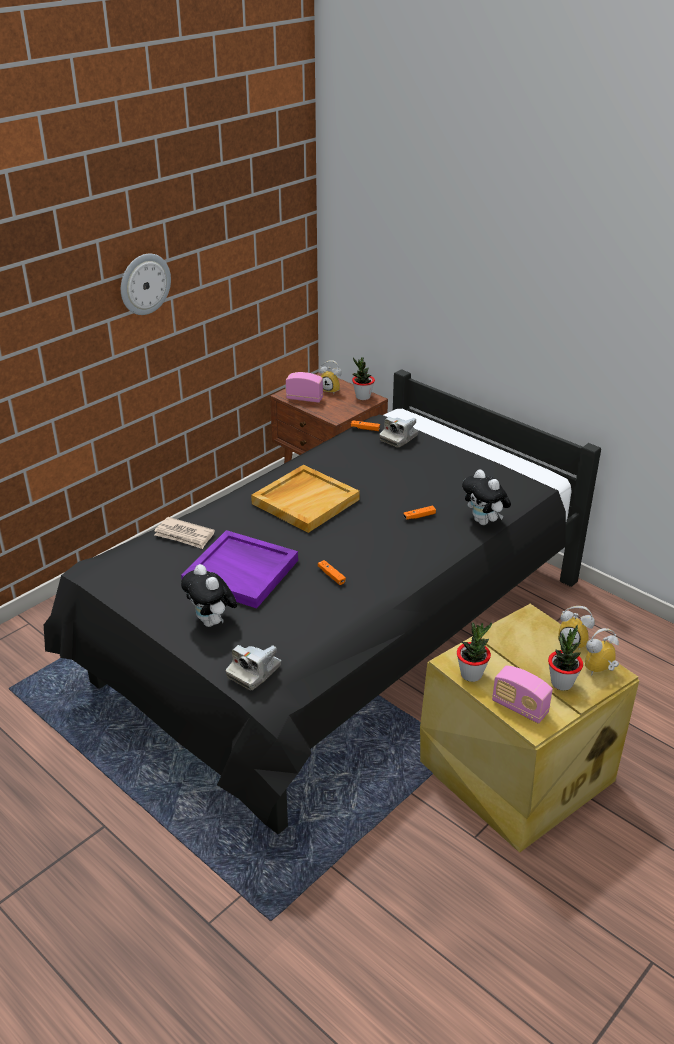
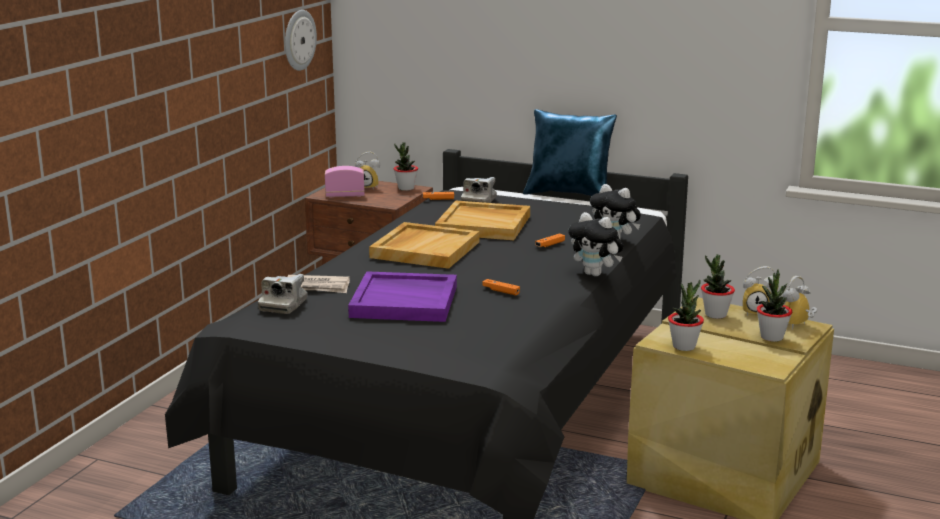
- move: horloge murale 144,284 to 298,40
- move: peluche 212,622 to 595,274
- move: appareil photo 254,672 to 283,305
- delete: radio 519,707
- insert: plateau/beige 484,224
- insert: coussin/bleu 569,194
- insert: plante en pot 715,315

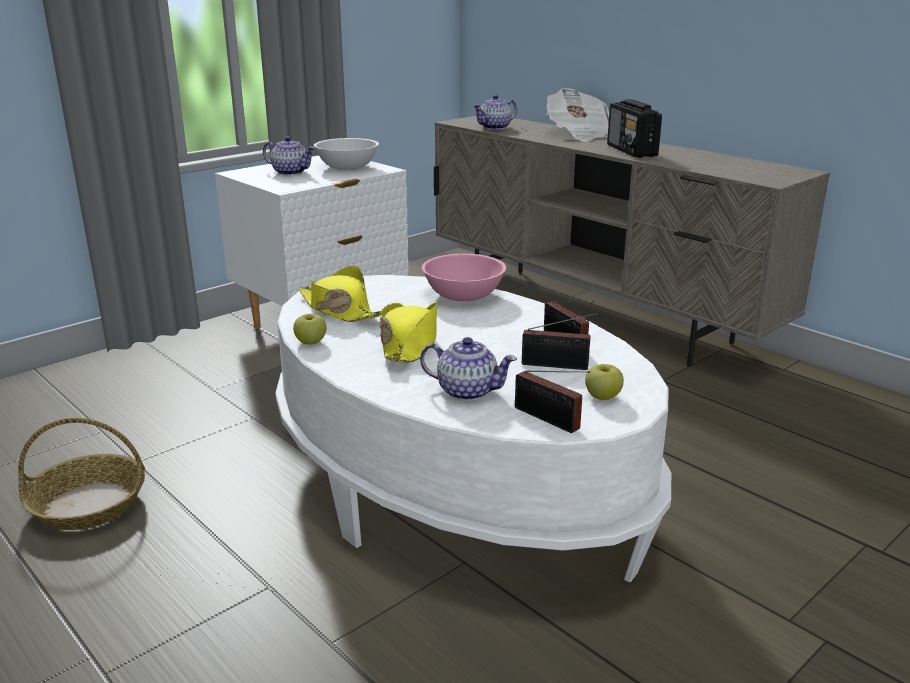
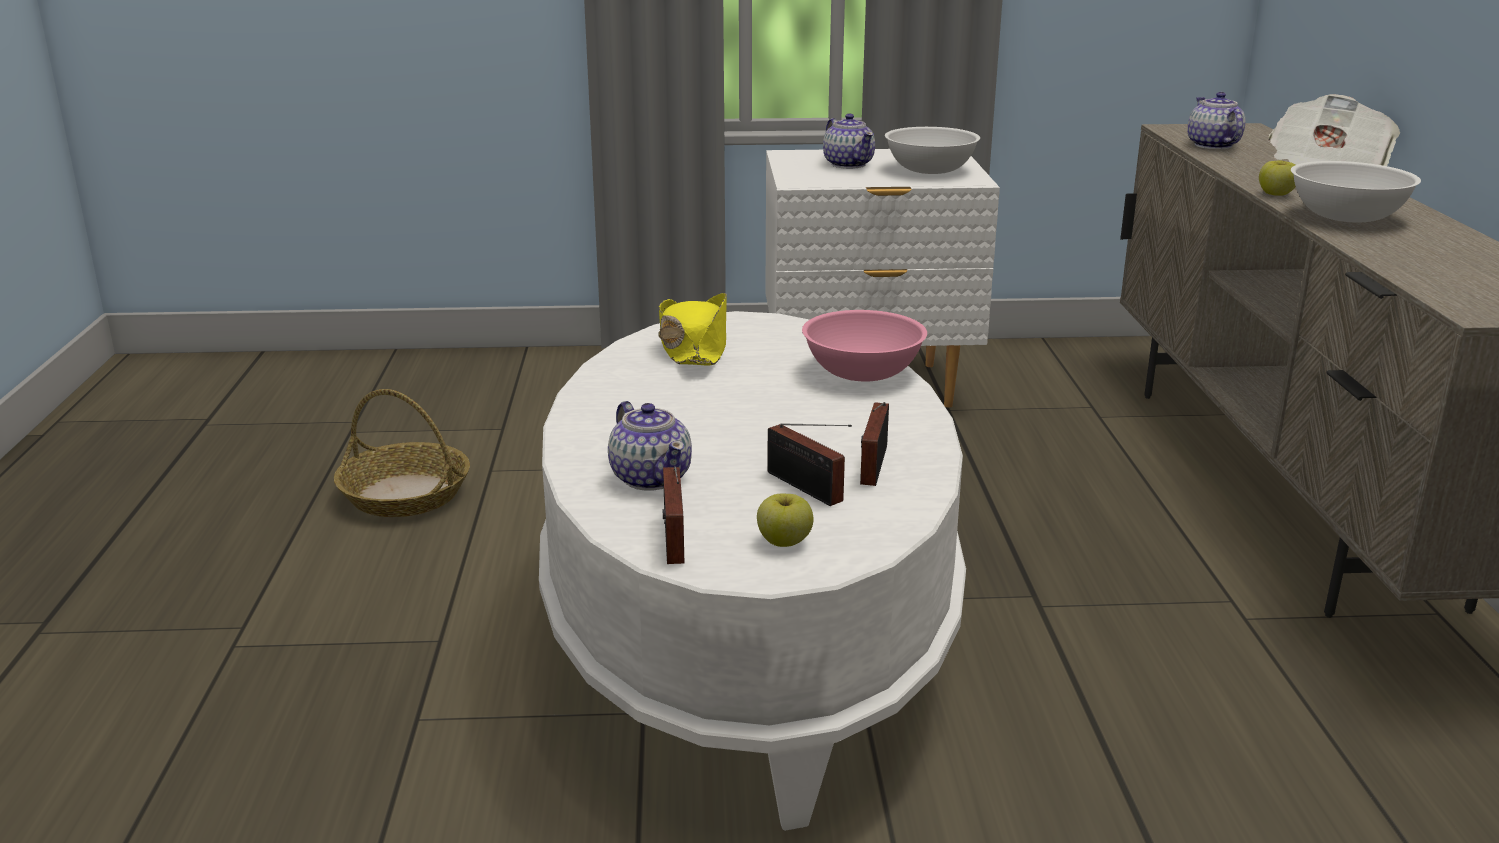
- move: pomme 311,342 to 1276,195
- delete: chapeau/jaune 410,344
- rotate: théière 495,127 = 1213,145 75 degrees clockwise
- replace: radio 631,151 to bol/blanc 1347,217

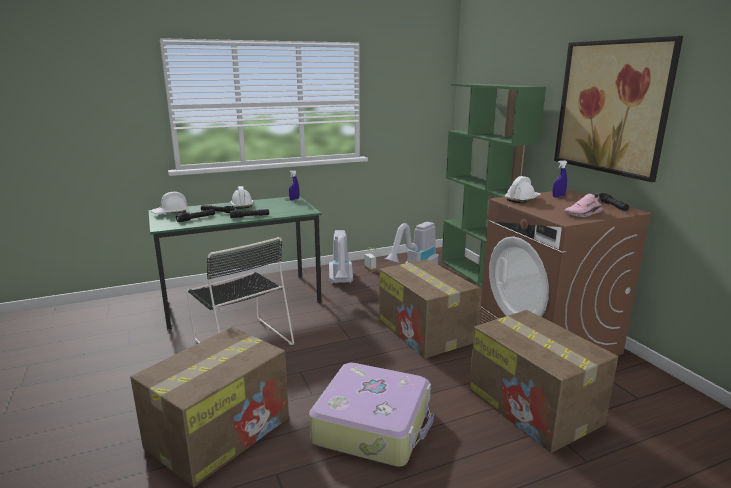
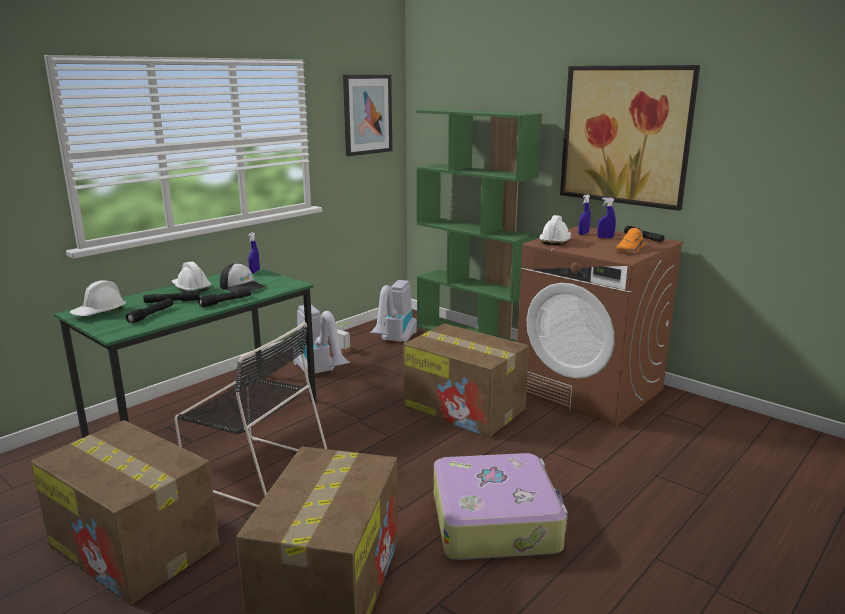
- move: carton 535,407 to 136,546
- recolor: chaussure/rose 584,214 to chaussure/orange 631,250
- insert: casquette 242,287
- insert: tableau 367,114
- insert: vaporisateur/bleu 605,238

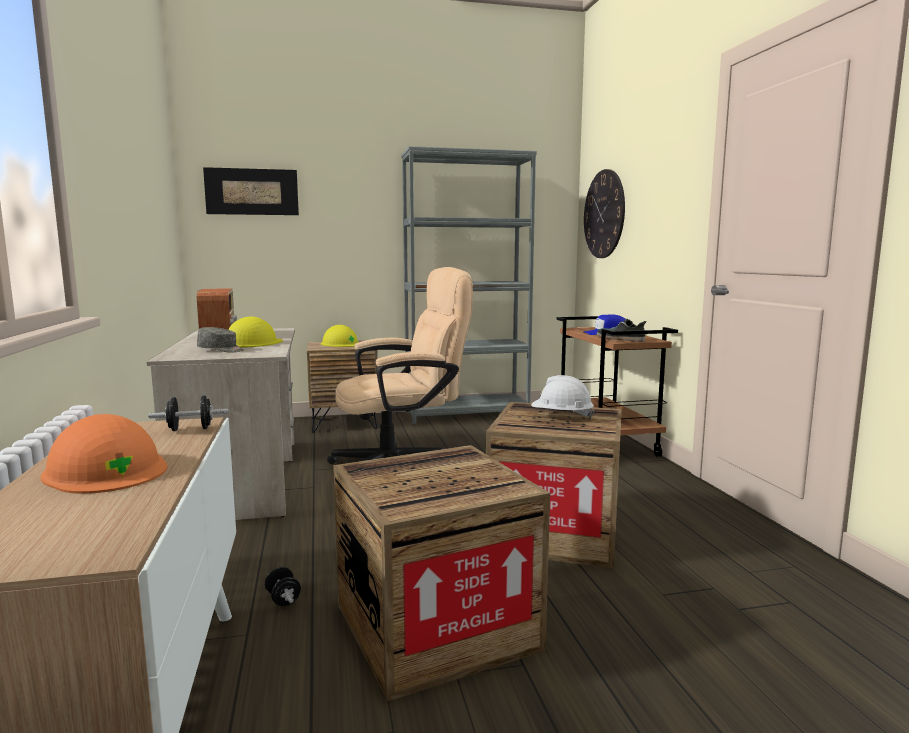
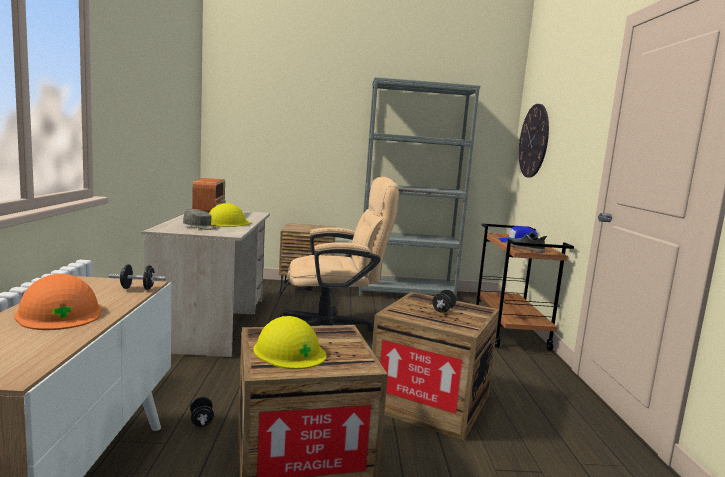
- delete: tableau 252,191
- move: casque de chantier/jaune 341,344 to 289,351
- replace: casque de chantier/blanc 561,417 to haltère/noir 443,310

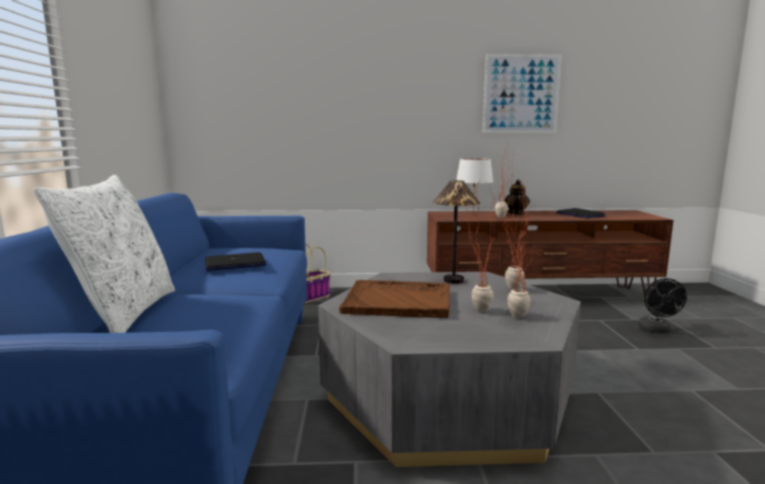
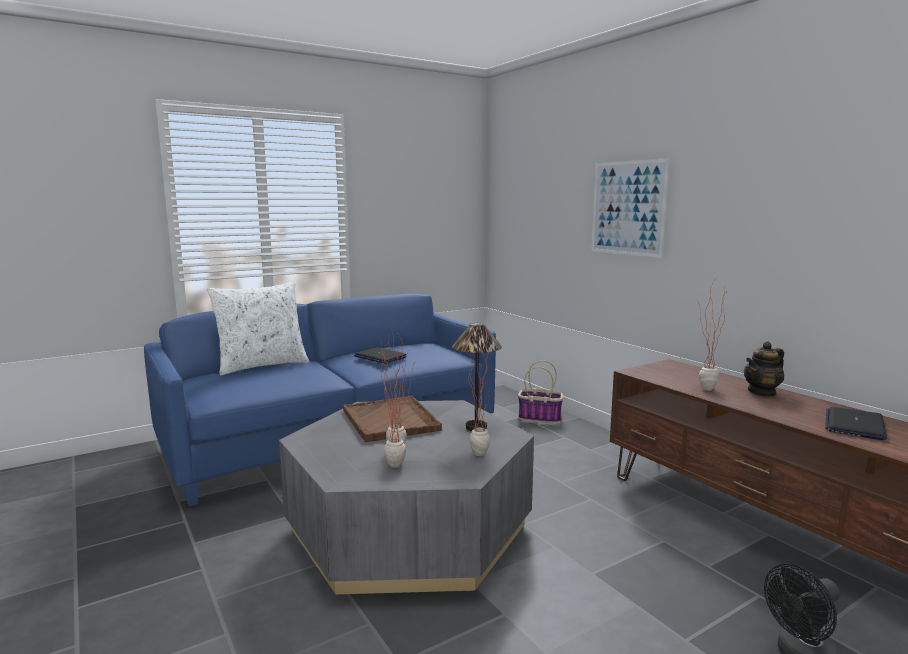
- delete: lampe de table/blanc 473,214
- move: tableau 521,94 to 628,208

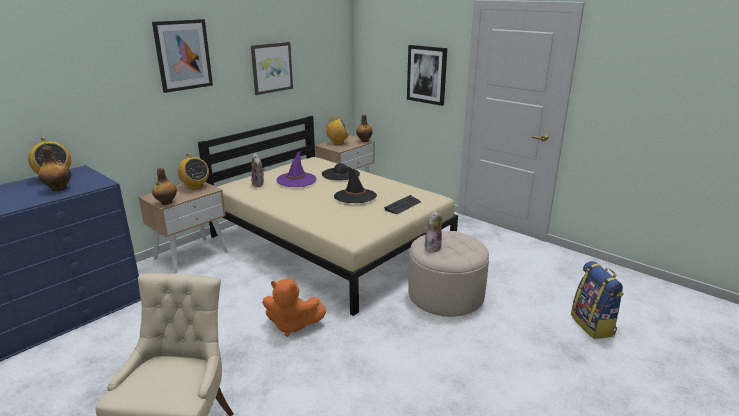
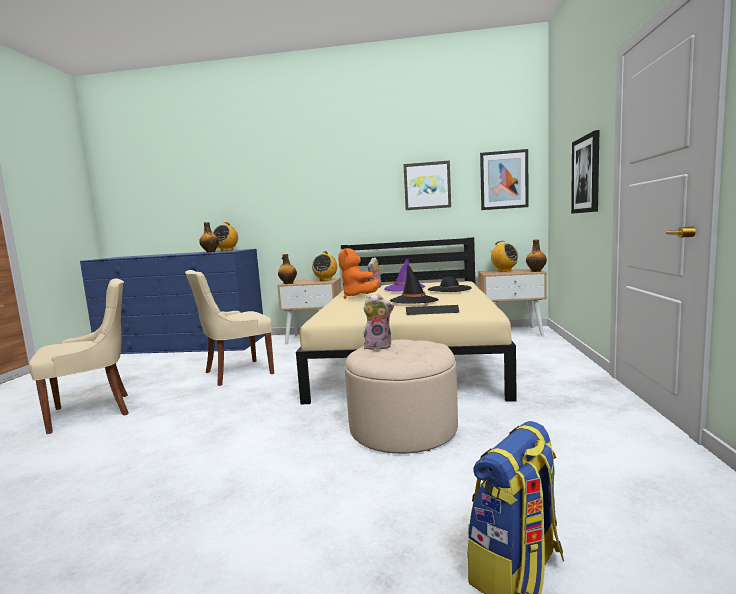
- move: tableau 183,55 to 504,180
- move: peluche/orange 292,325 to 358,296
- insert: chaise/beige 236,373

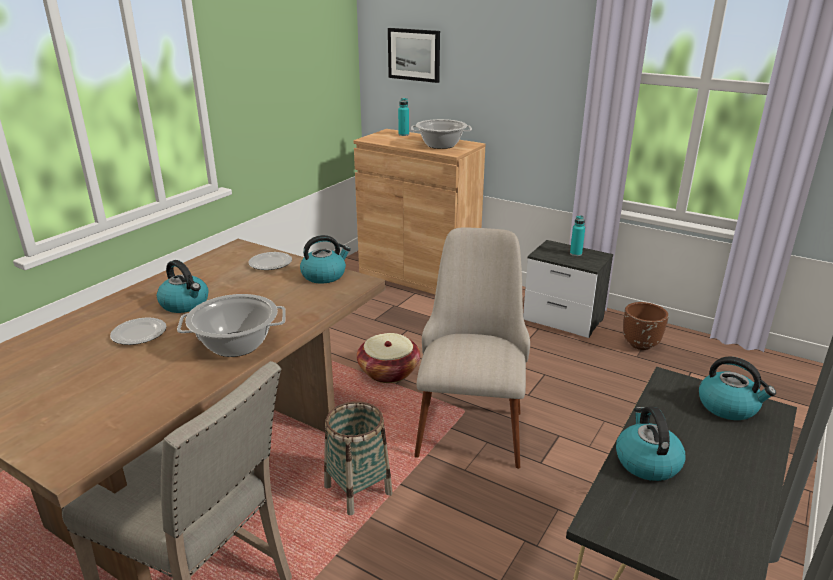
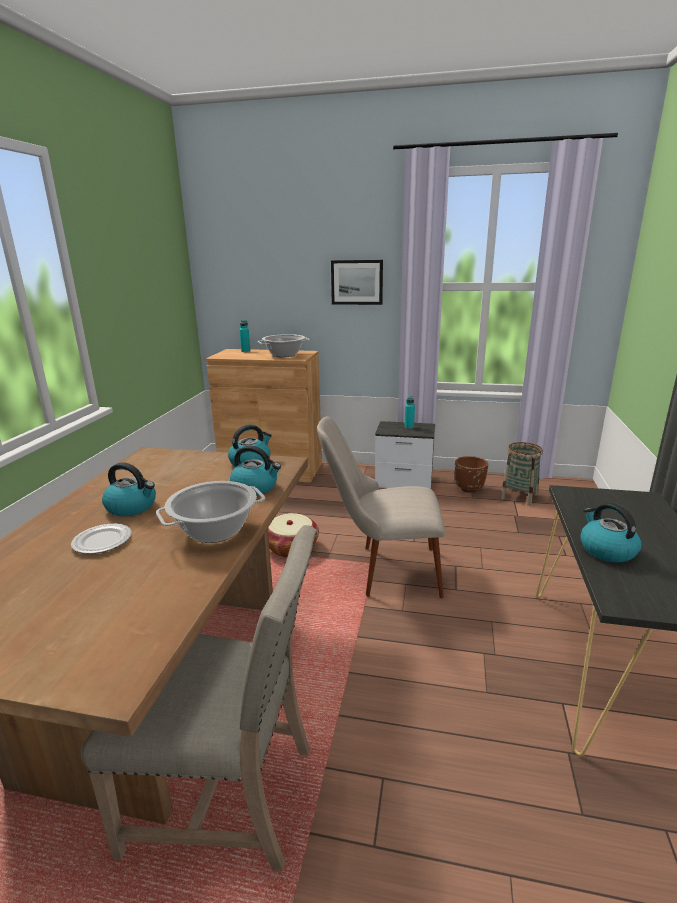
- delete: assiette 271,263
- move: panier 357,490 to 519,496
- move: tableau 414,54 to 357,282
- rotate: chaise/beige 471,420 = 382,570 75 degrees counterclockwise
- move: bouilloire 728,406 to 255,487

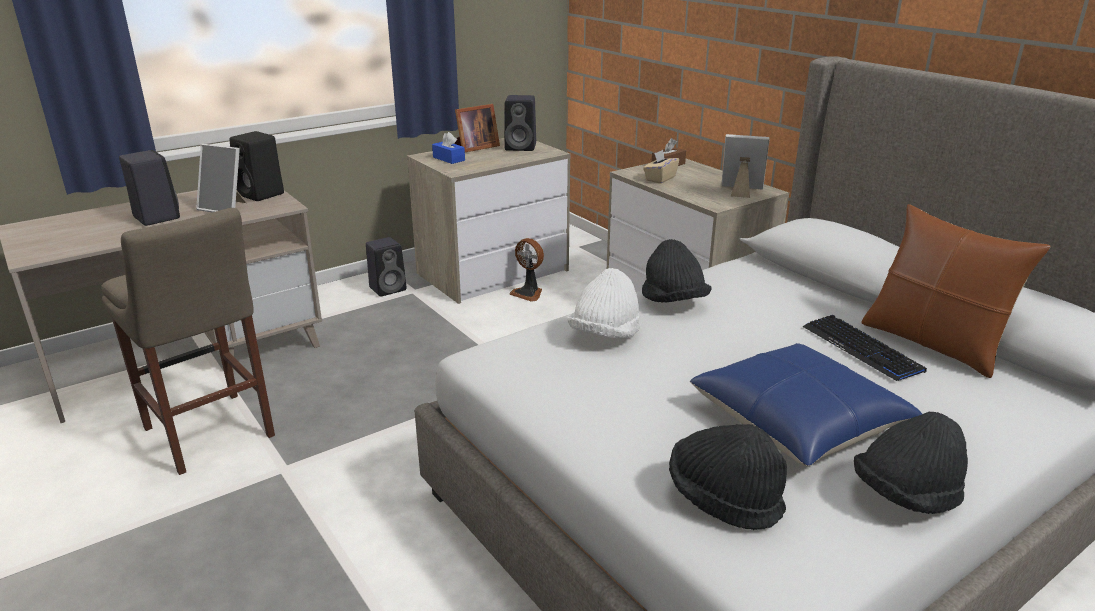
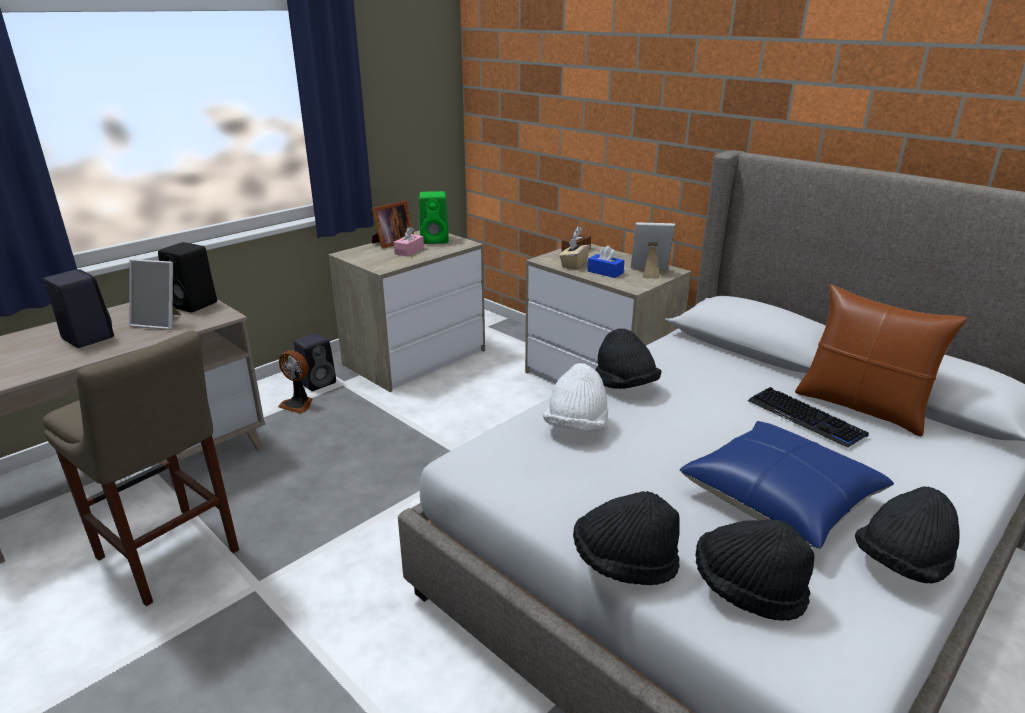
- move: boîte à mouchoirs/bleu 449,159 to 605,272
- recolor: enceinte/noir 521,147 to enceinte/vert 436,240
- move: ventilateur 528,293 to 298,404
- insert: boîte à mouchoirs/rose 409,251
- insert: chapeau/noir 624,563

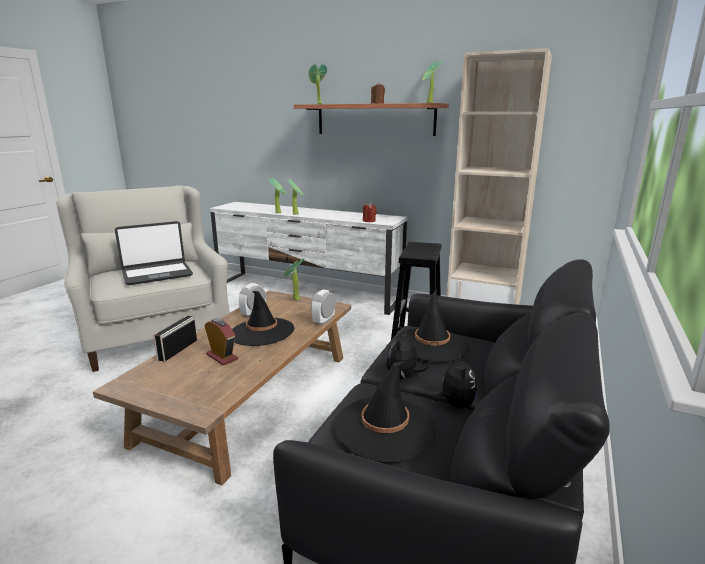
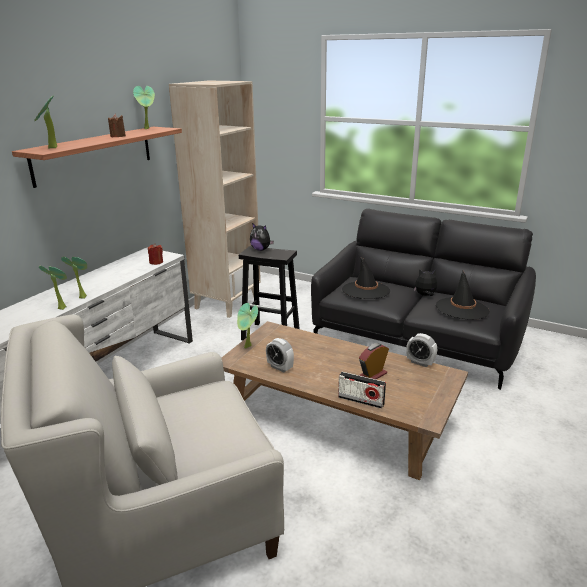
- delete: ordinateur portable 157,274
- delete: chapeau/noir 262,332
- move: réveil 324,321 to 420,362
- move: peluche 403,377 to 261,249

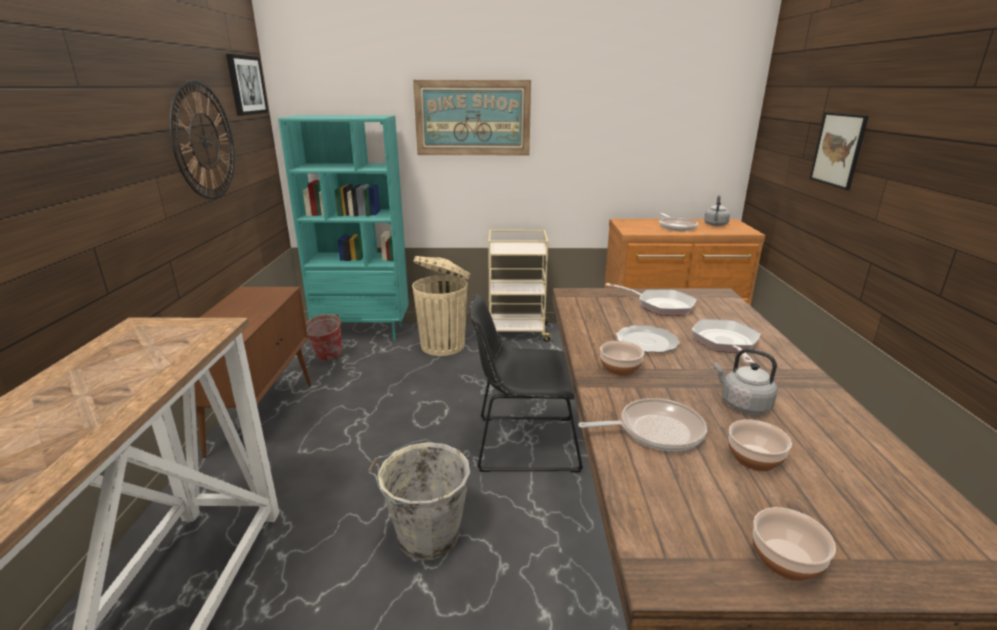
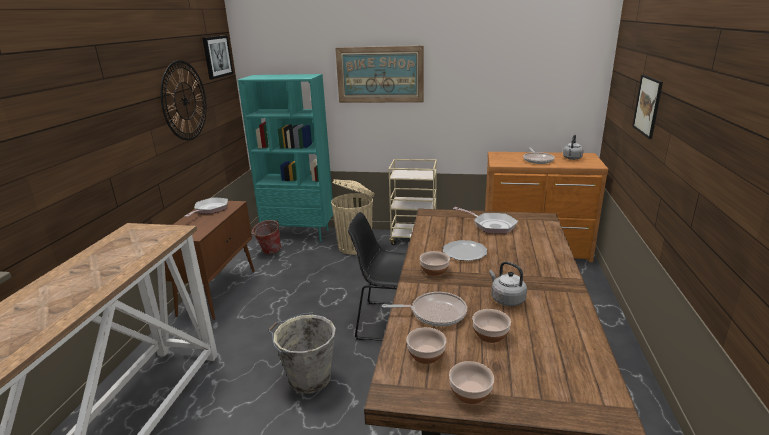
- move: poêle 725,343 to 210,209
- insert: bol 426,355

